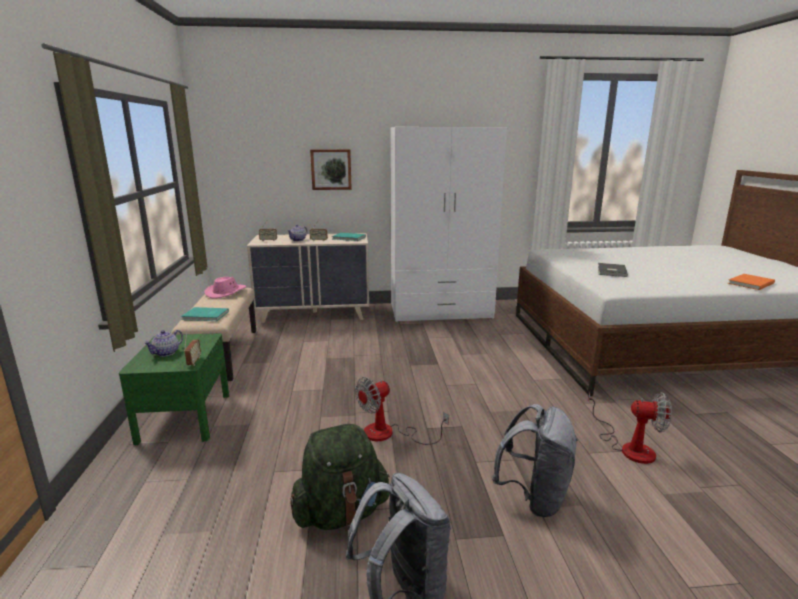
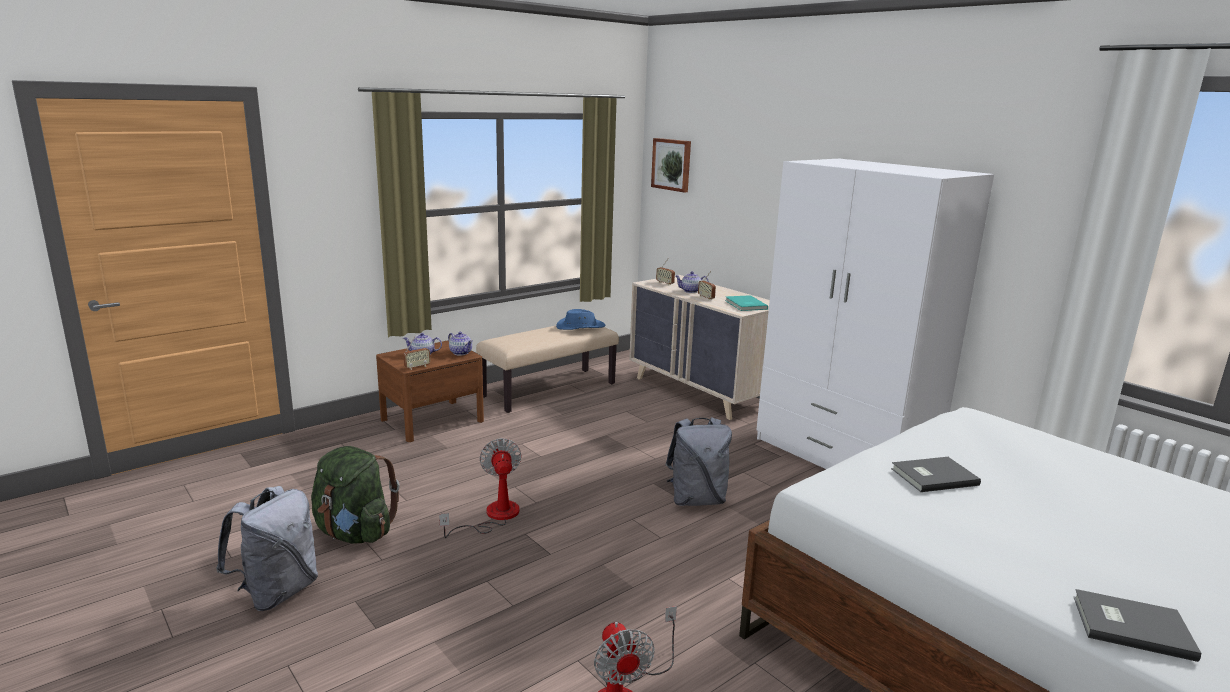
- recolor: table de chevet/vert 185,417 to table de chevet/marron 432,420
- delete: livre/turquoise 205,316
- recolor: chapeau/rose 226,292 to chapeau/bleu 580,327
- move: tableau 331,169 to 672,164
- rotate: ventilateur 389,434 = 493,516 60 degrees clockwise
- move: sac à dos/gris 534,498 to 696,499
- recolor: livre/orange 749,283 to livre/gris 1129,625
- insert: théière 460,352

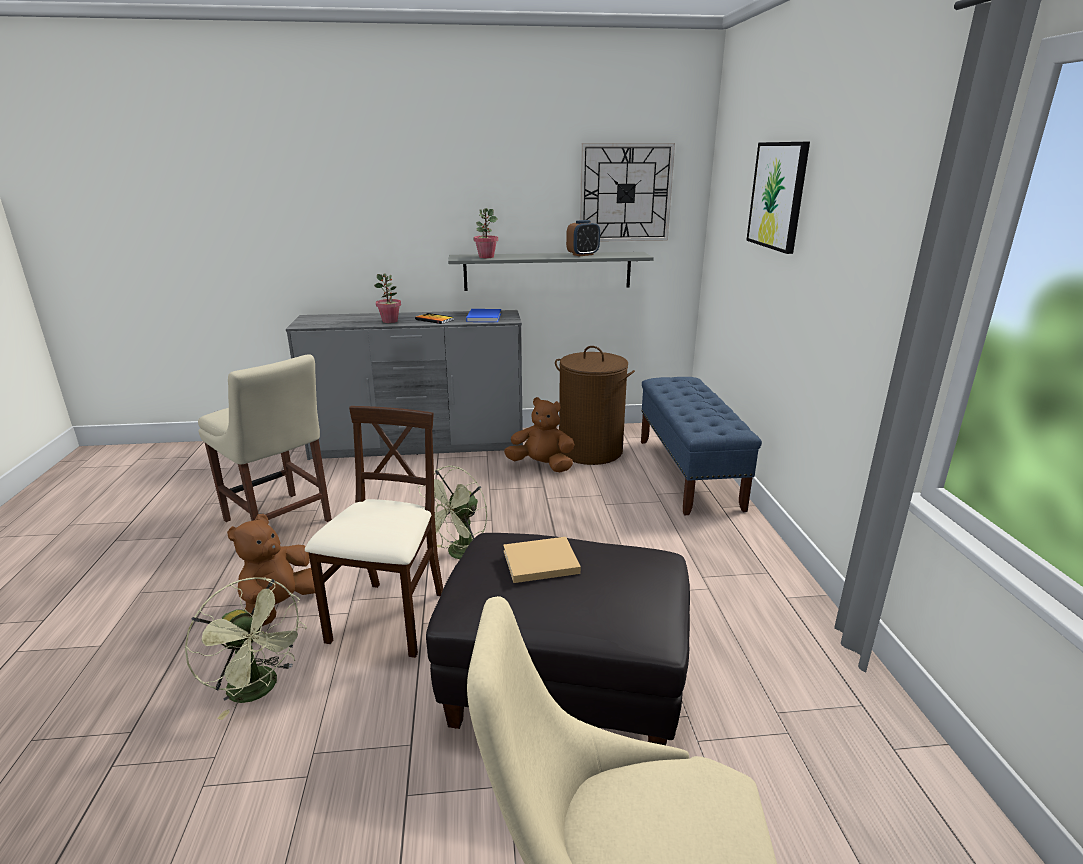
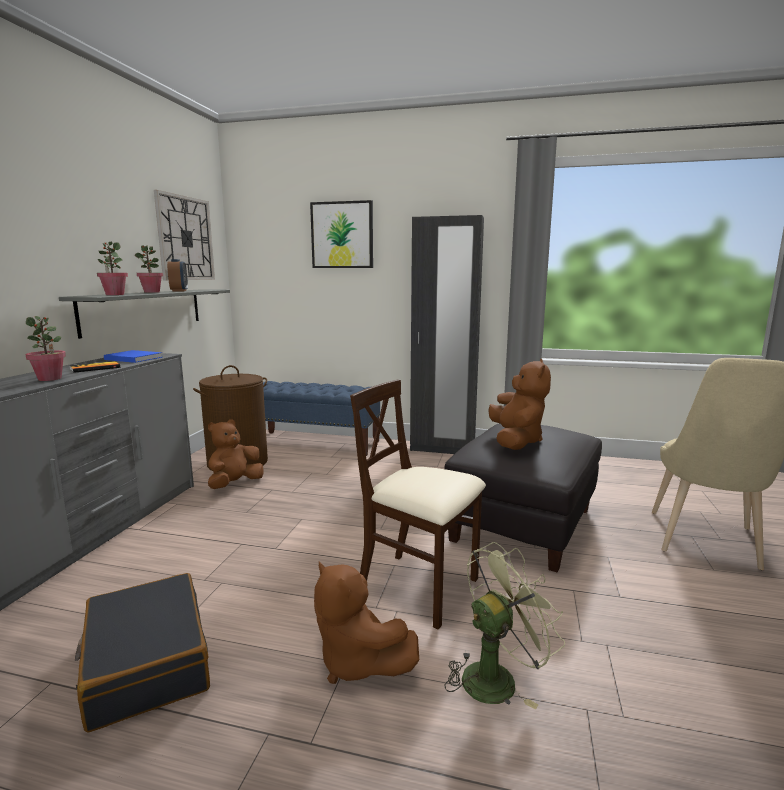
- replace: chaise/beige 280,522 to valise/noir 146,663
- delete: ventilateur/vert 461,555
- replace: livre/beige 538,562 to peluche/marron 516,441
- insert: plante en pot 152,292
- insert: armoire/noir 442,449

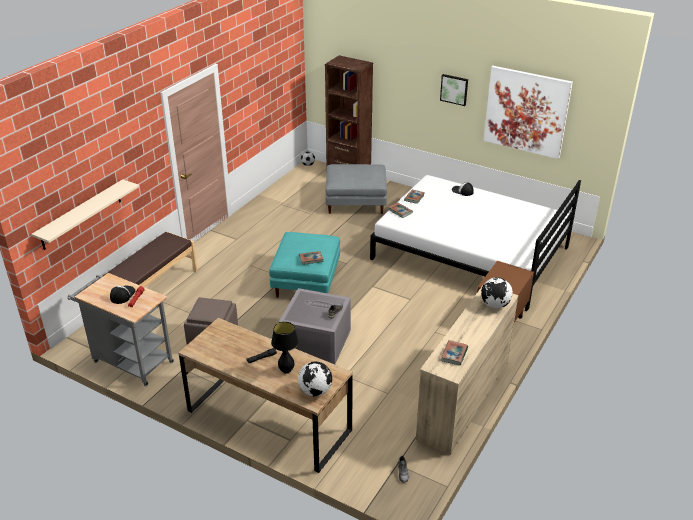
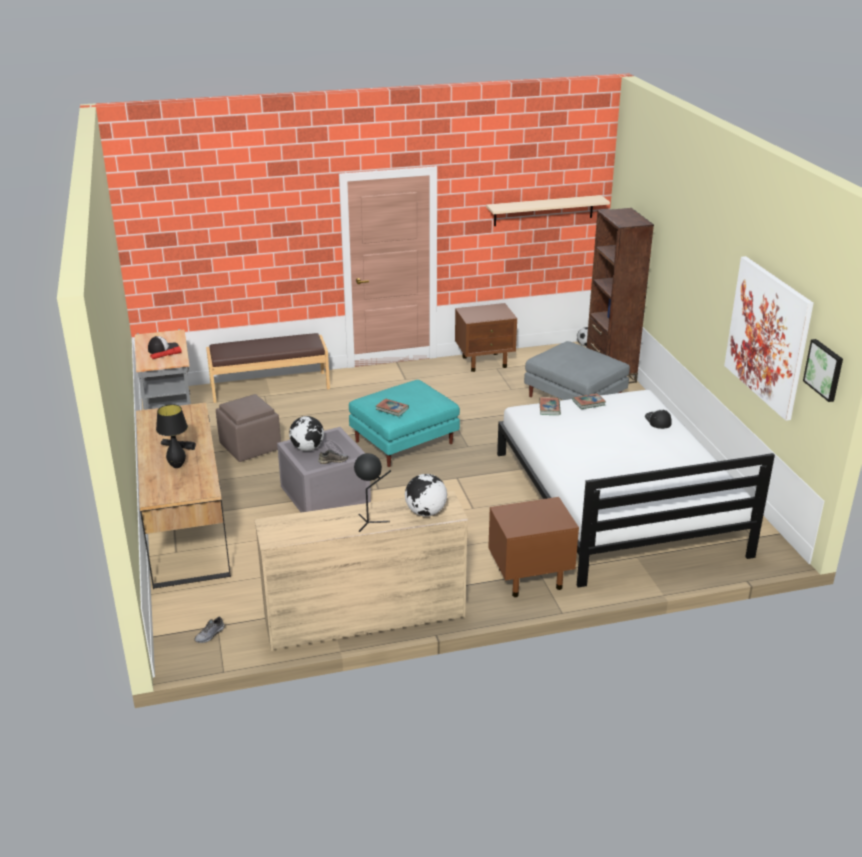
- move: étagère/beige 81,214 to 543,210
- move: globe 315,391 to 307,448
- move: tableau 454,89 to 825,369
- delete: livre 454,354
- insert: lampe de table/noir 370,522
- insert: table de chevet/marron 485,362

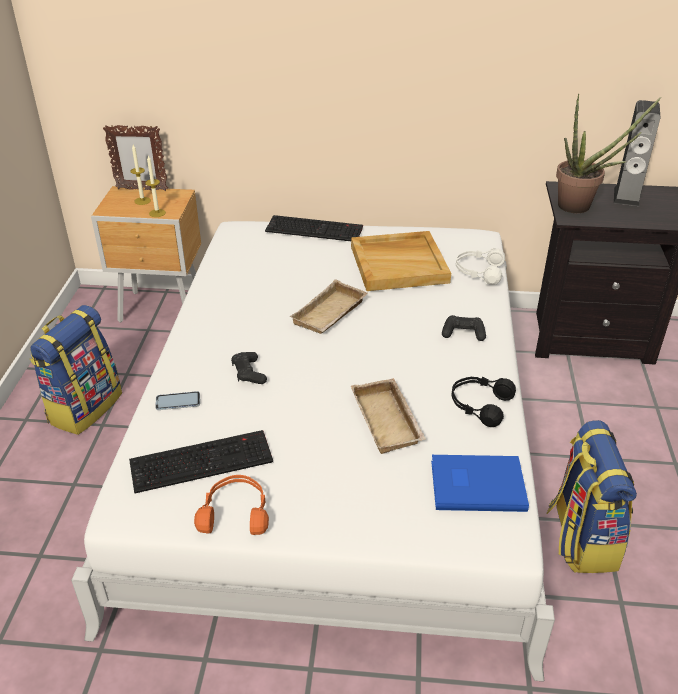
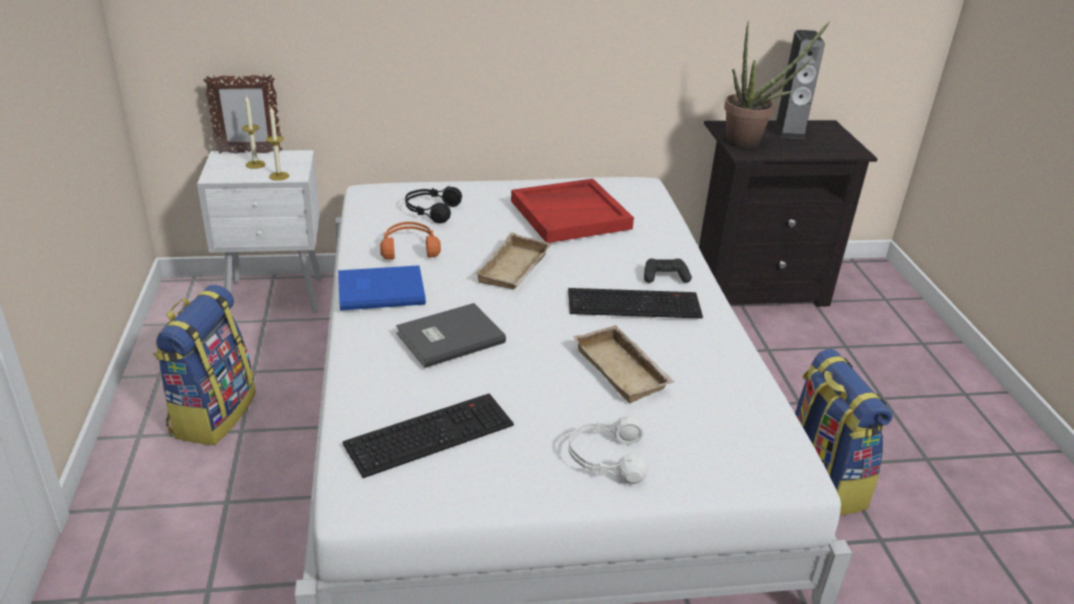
- recolor: table de chevet/marron 163,310 to table de chevet/blanc 277,297
- delete: téléphone 178,402
- move: casque audio/orange 235,512 to 409,248
- replace: manette/noir 248,373 to livre/gris 448,337
- move: clavier 315,229 to 635,303
- recolor: plateau/beige 399,264 to plateau/rouge 570,214
- move: livre/bleu 476,484 to 379,290
- move: casque audio/noir 479,405 to 431,211
- move: casque audio/blanc 478,272 to 605,458

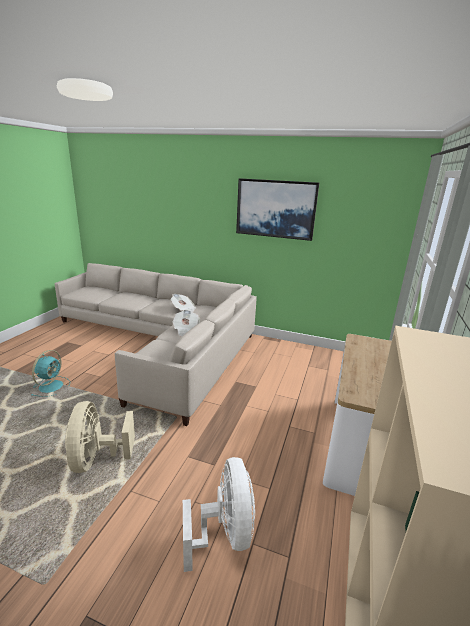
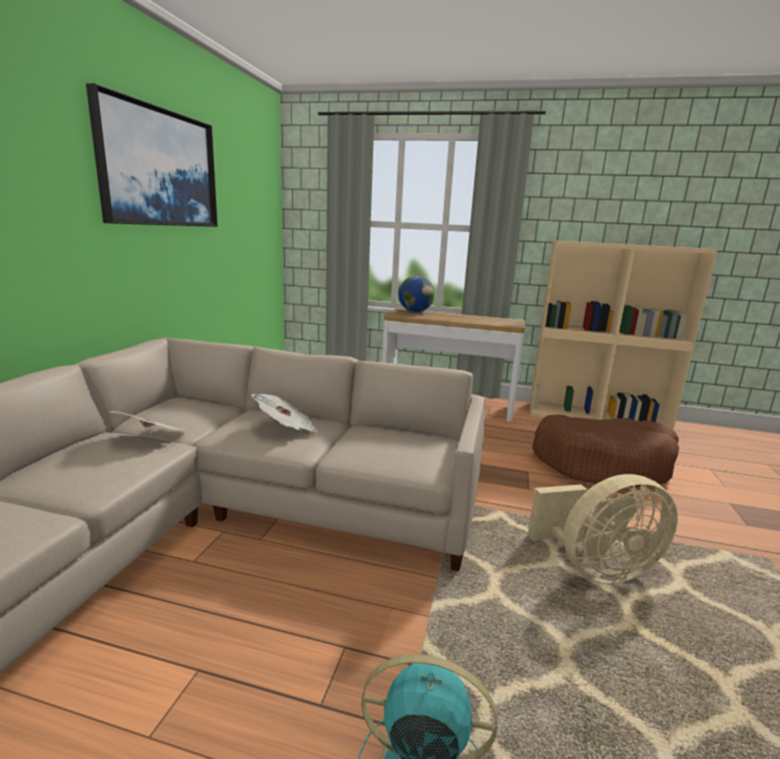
- replace: ventilateur/blanc 224,533 to panier pour chien/marron 602,464
- insert: globe 415,312

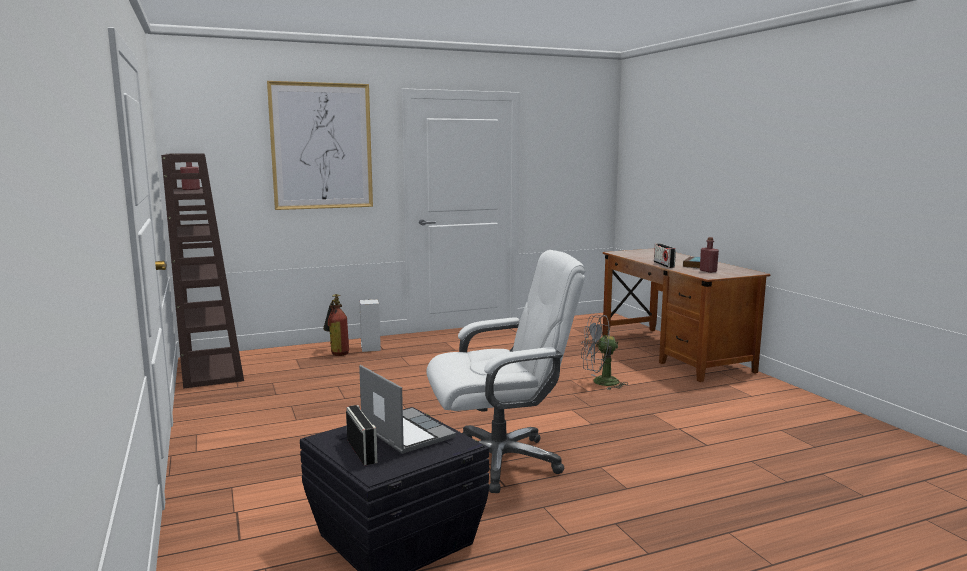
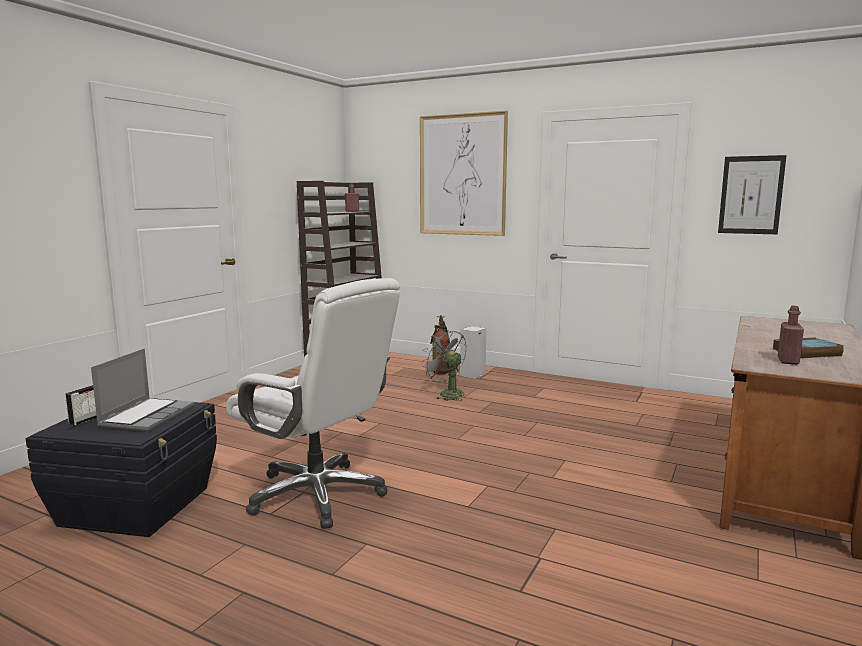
- move: ventilateur/gris 600,382 to 446,393
- delete: radio 664,265
- insert: tableau 751,195

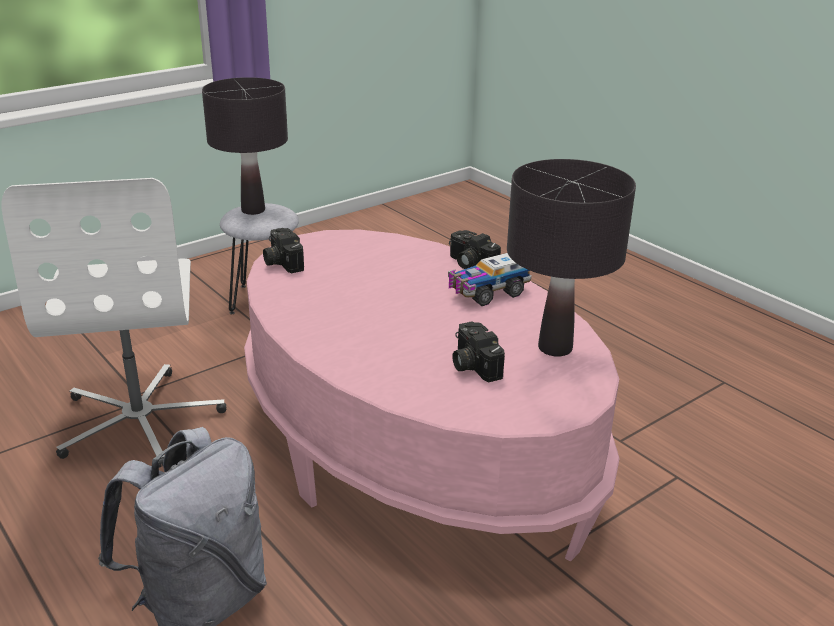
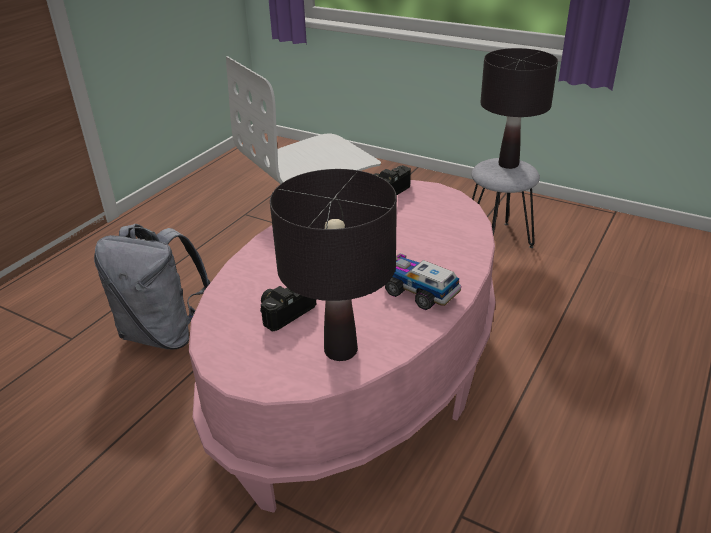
- delete: appareil photo 469,264

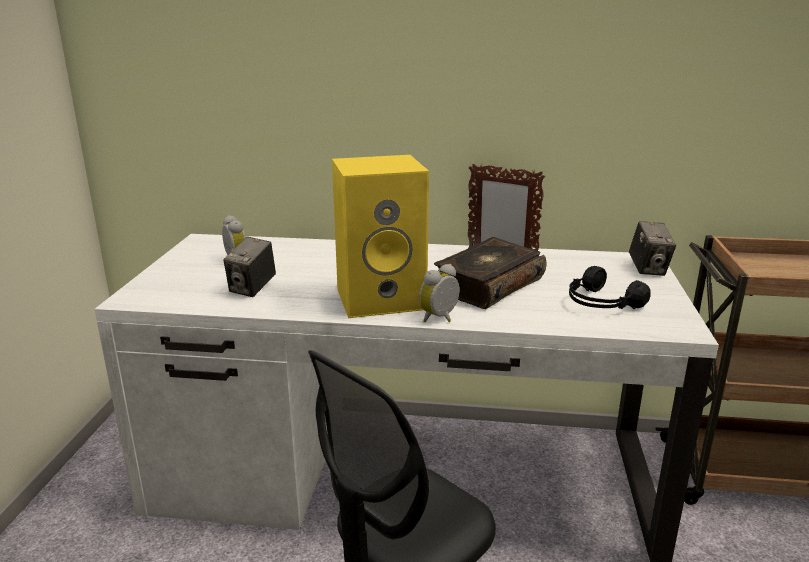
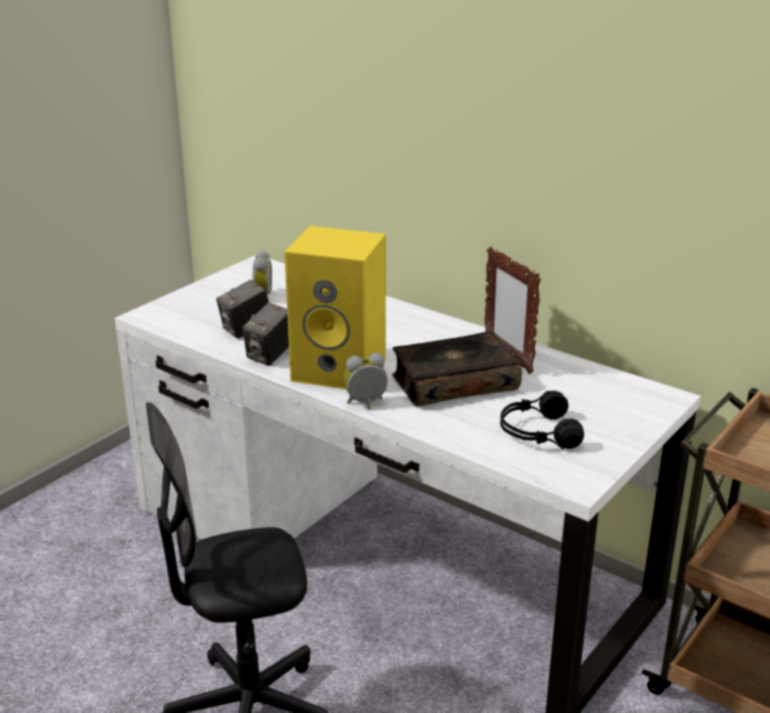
- move: appareil photo 648,269 to 270,356

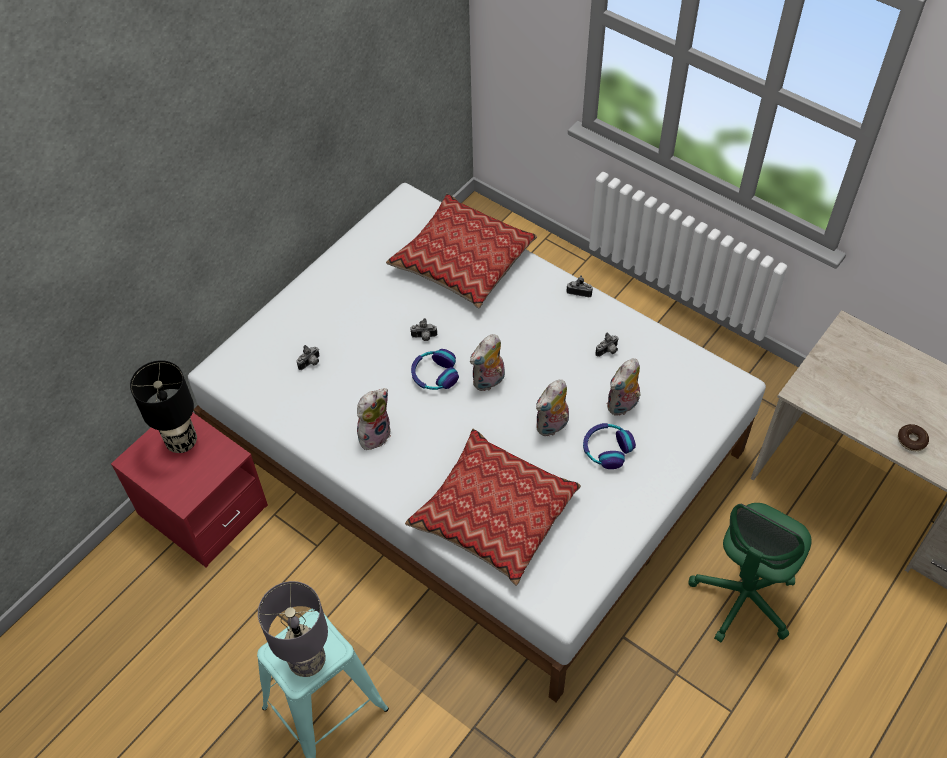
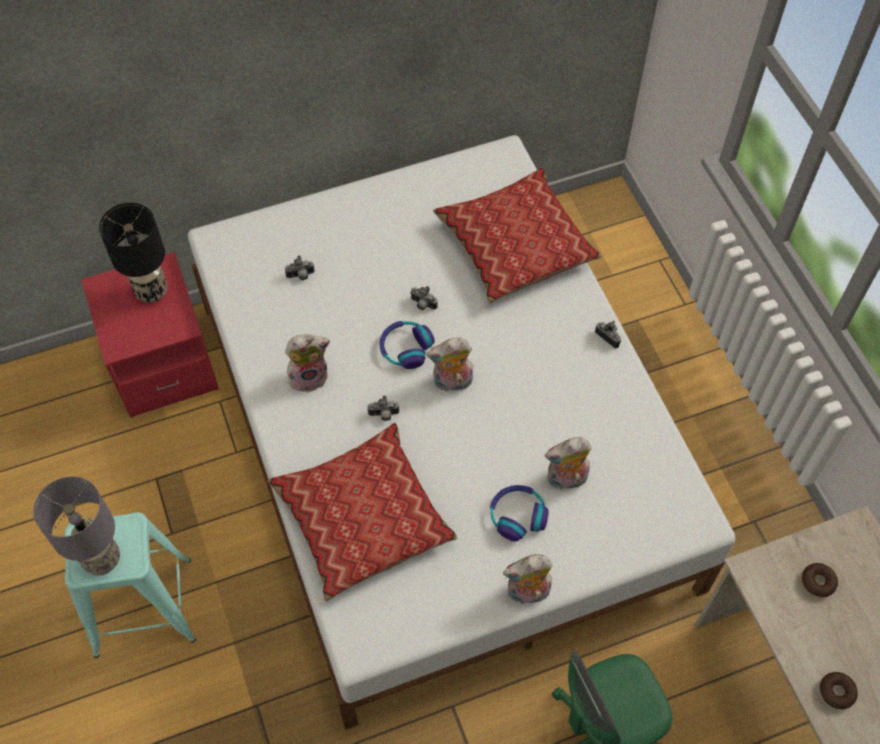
- move: peluche 552,426 to 527,593
- move: appareil photo 608,351 to 383,415
- insert: beignet 817,582

